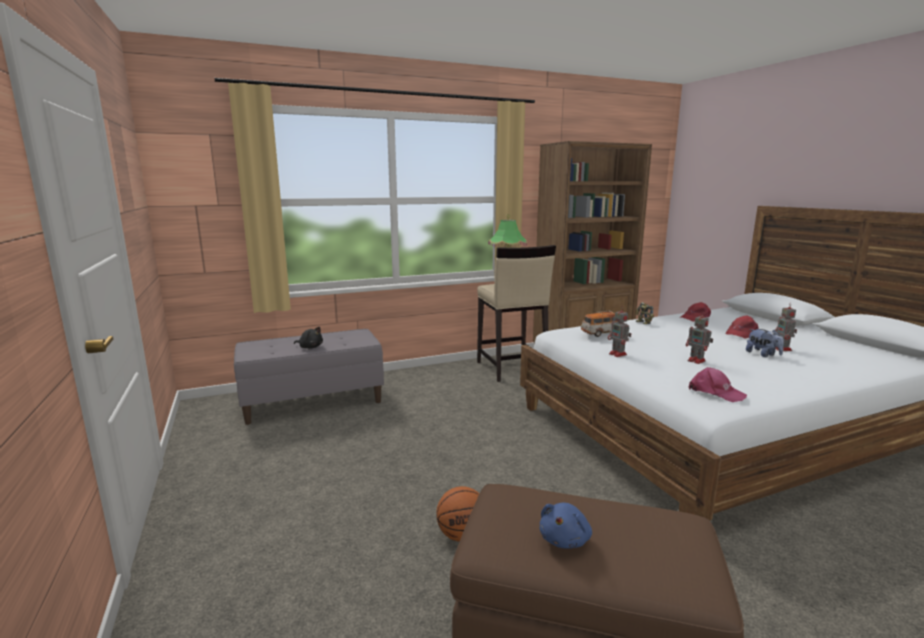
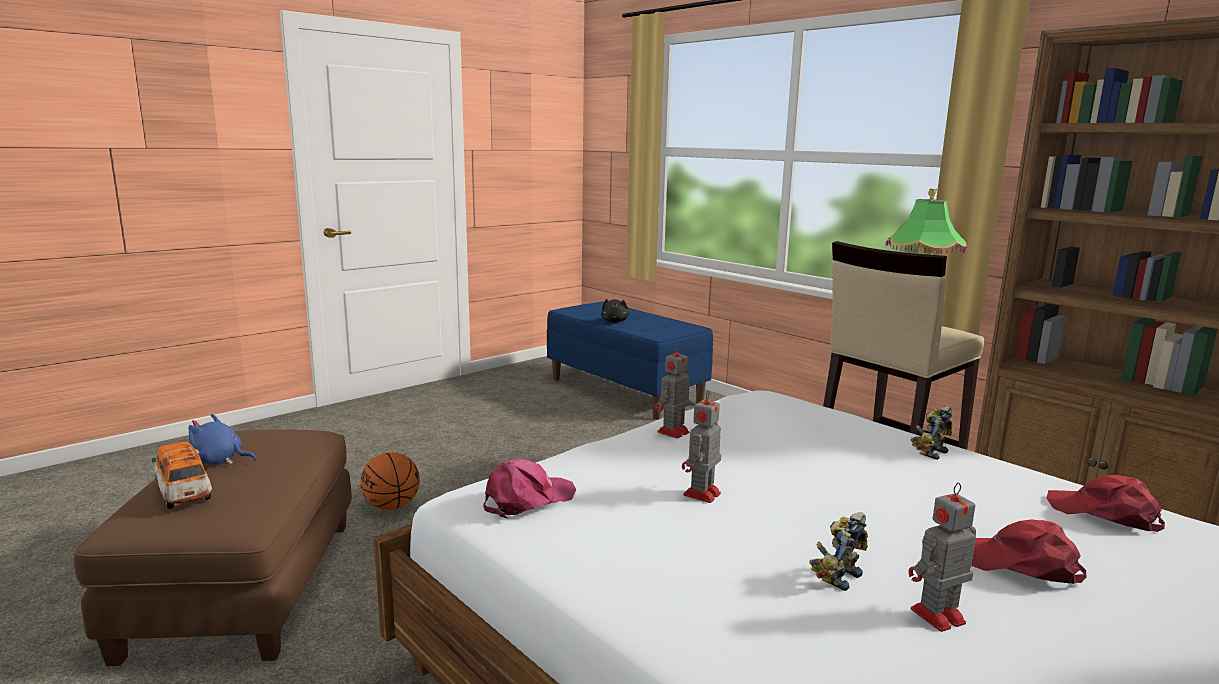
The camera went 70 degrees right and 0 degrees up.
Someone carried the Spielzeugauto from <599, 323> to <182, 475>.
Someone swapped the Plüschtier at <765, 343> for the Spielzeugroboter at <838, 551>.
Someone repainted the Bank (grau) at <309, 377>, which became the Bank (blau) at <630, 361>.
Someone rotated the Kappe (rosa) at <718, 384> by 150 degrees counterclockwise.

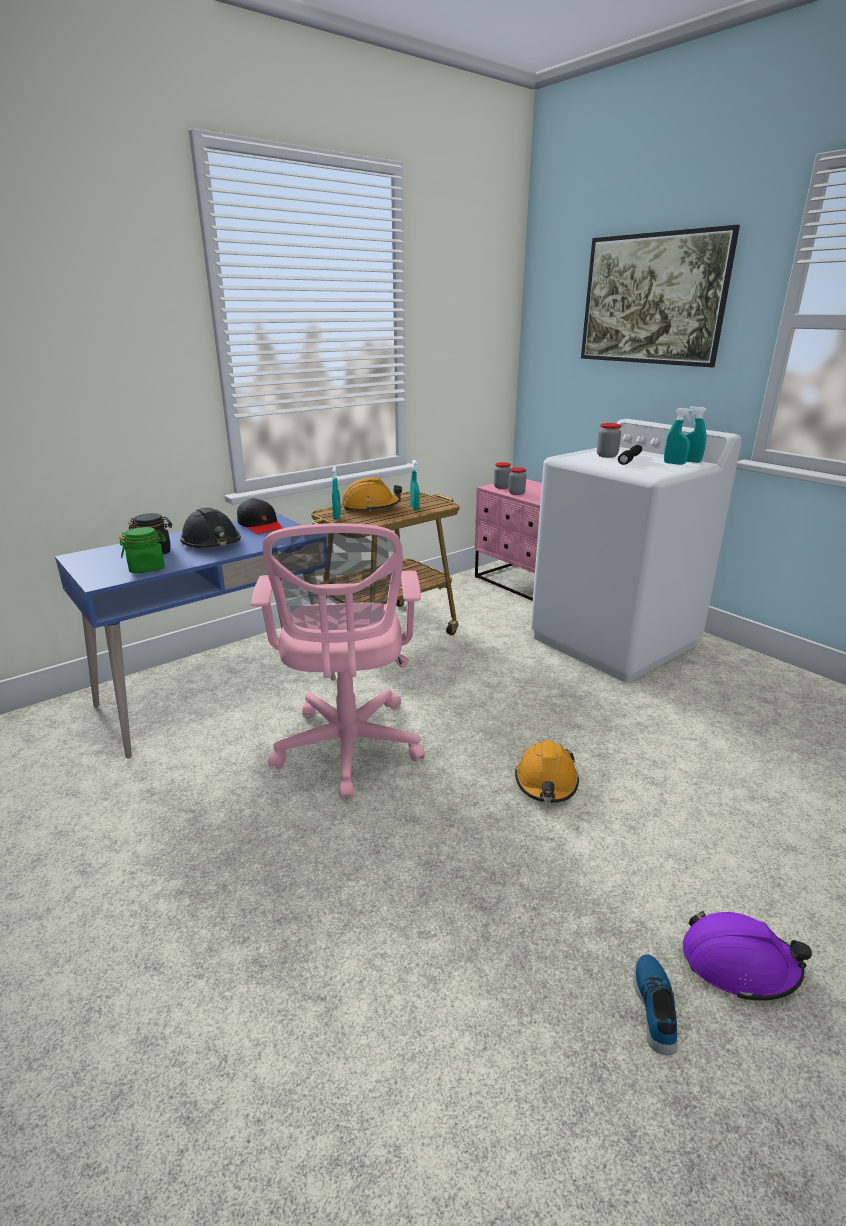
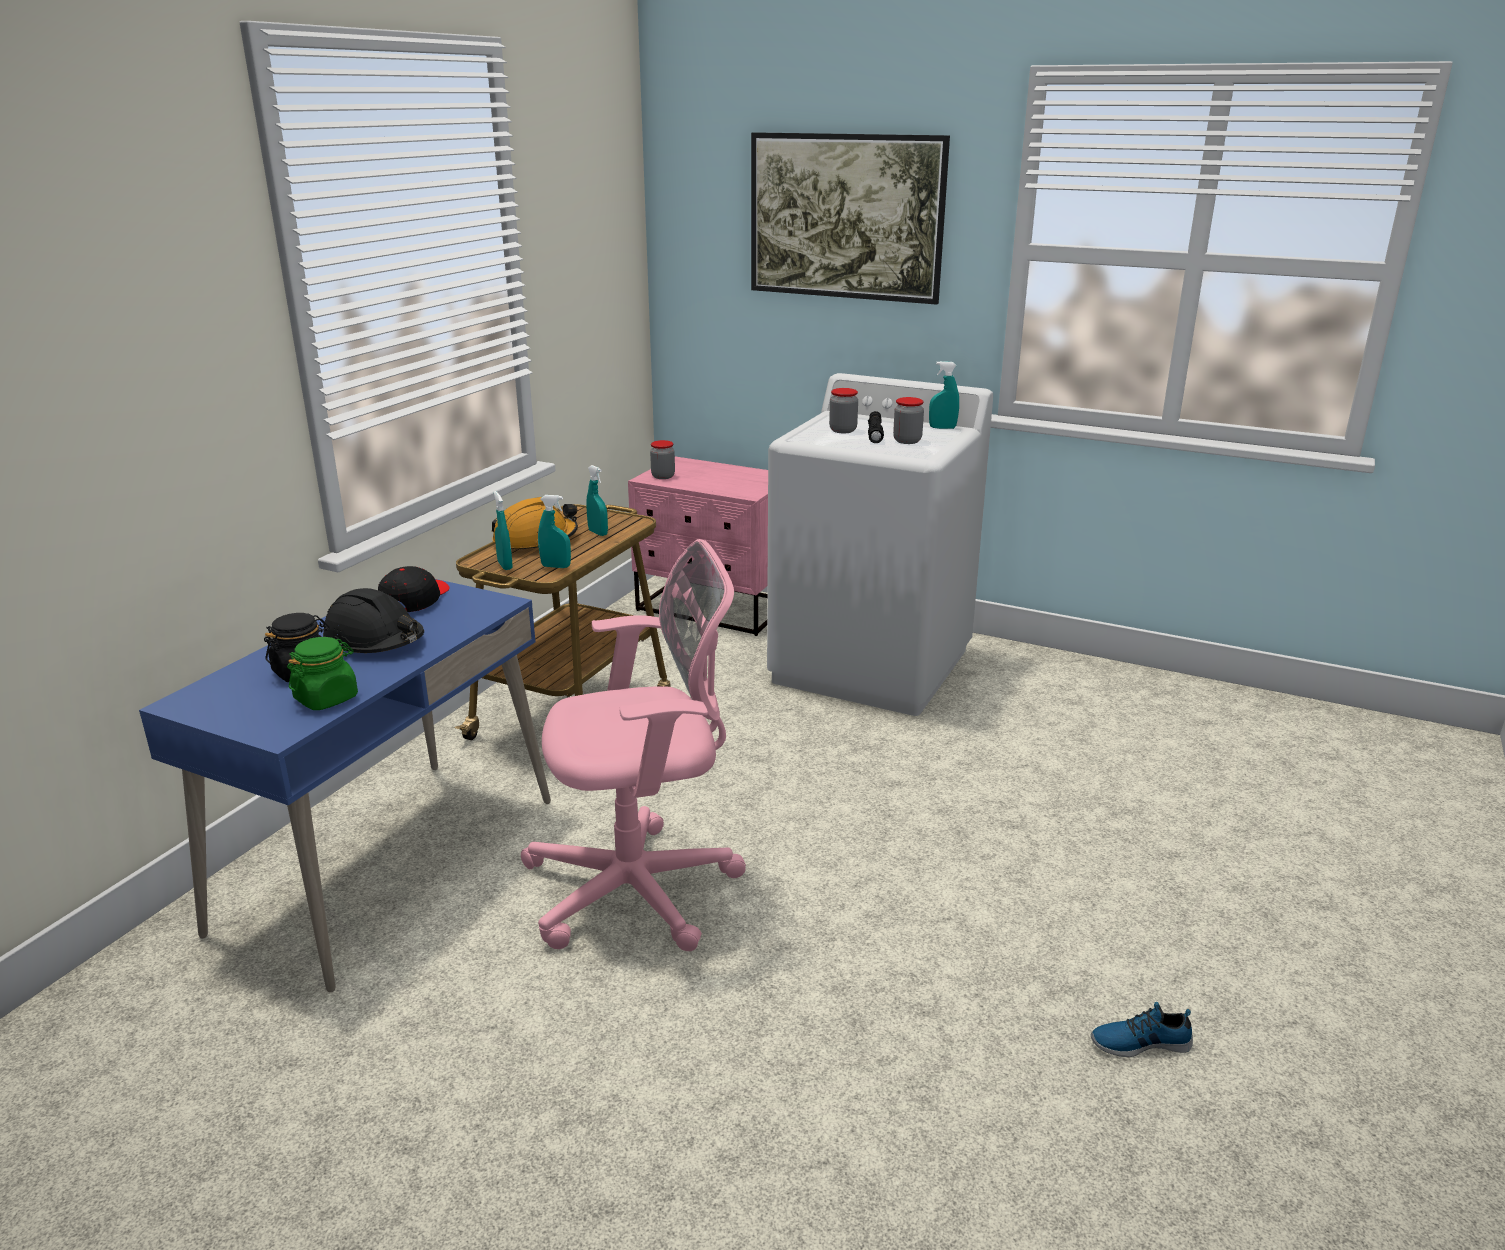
The camera went 25 degrees left and 0 degrees up.
Someone took away the Schutzhelm (orange) at <547, 772>.
Someone took away the Schutzhelm (lila) at <747, 956>.
Someone carried the Vorratsglas from <517, 481> to <908, 420>.
Someone carried the Sprühflasche (türkis) from <678, 436> to <554, 531>.
Someone rotated the Kappe (schwarz) at <260, 516> by 105 degrees counterclockwise.
Someone rotated the Bürostuhl (rosa) at <338, 661> by 75 degrees counterclockwise.
Someone rotated the Schuh at <656, 1005> by 75 degrees counterclockwise.

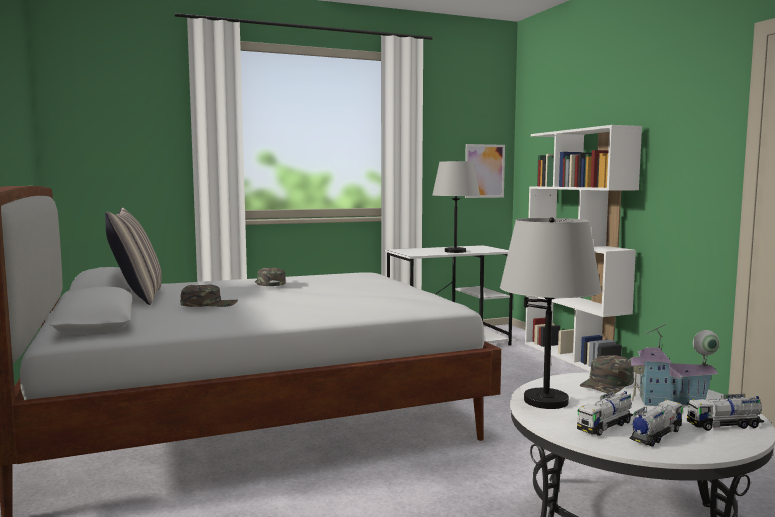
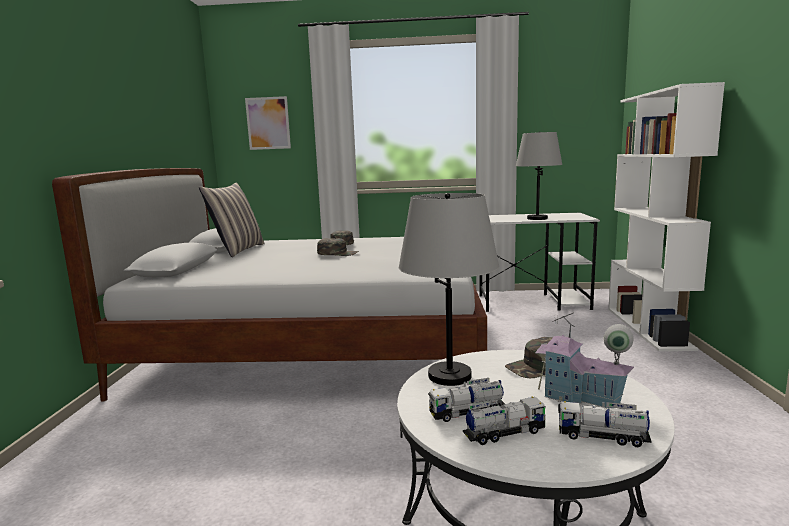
The camera went 25 degrees right and 5 degrees up.
Someone carried the Kappe (grün) from <209, 295> to <338, 247>.
Someone carried the Bild from <485, 171> to <268, 123>.

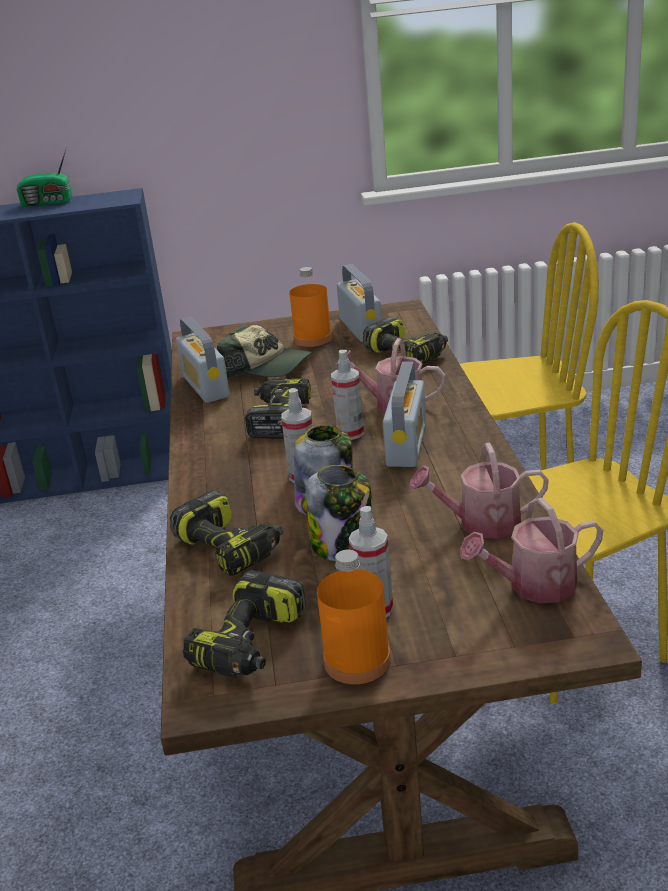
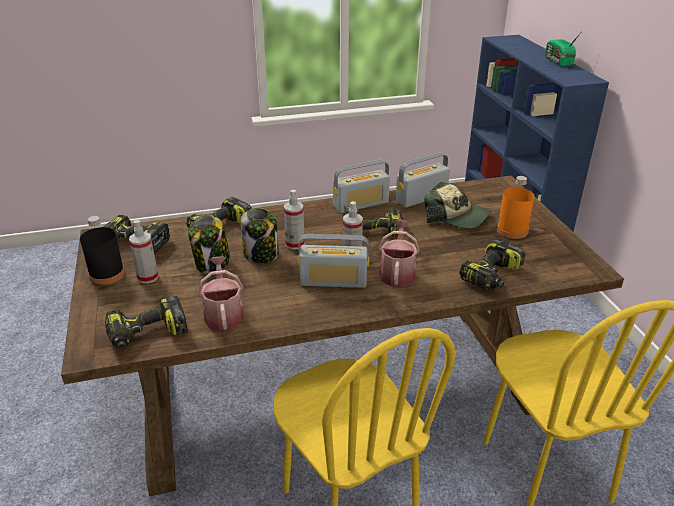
The camera went 80 degrees right and 5 degrees up.
Someone carried the Radio from <359, 303> to <361, 186>.
Someone swapped the Gießkanne at <531, 551> for the Bohrmaschine at <146, 322>.
Someone repainted the Flasche (orange) at <354, 617>, which became the Flasche (schwarz) at <102, 250>.
Someone rotated the Kappe at <264, 351> by 75 degrees counterclockwise.

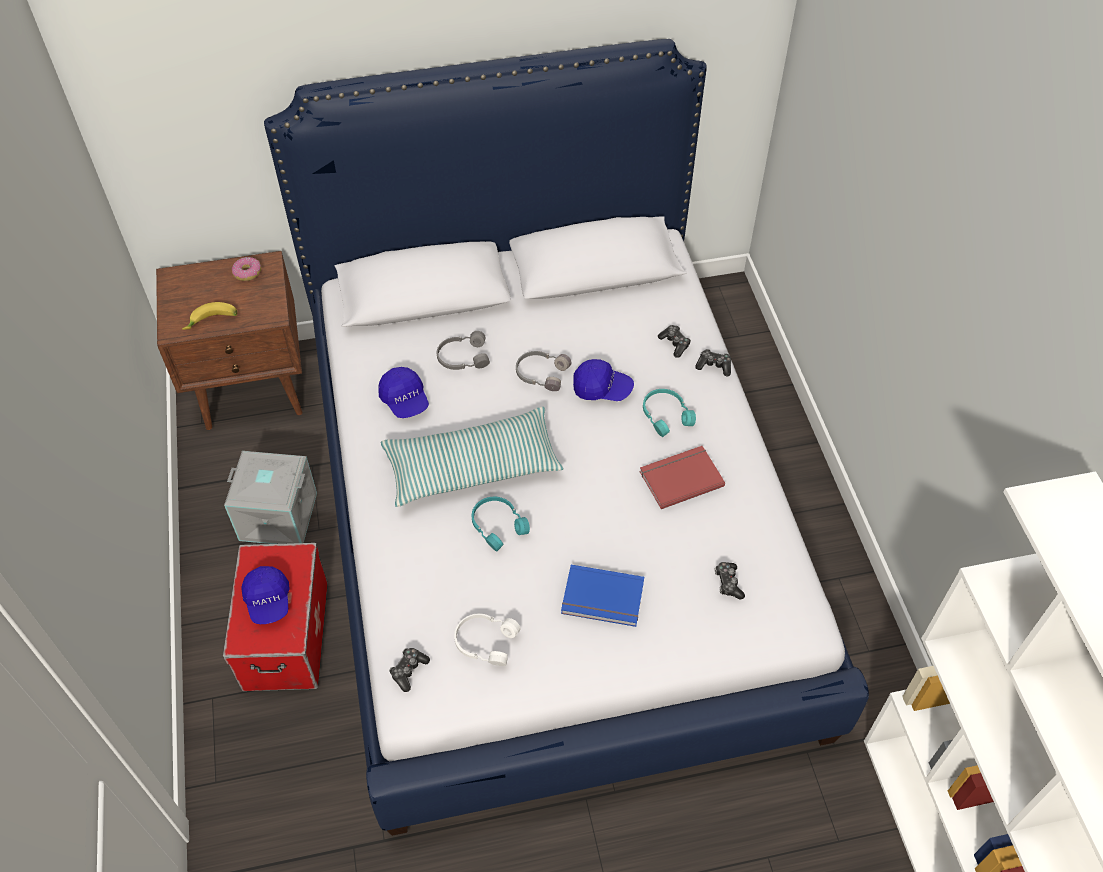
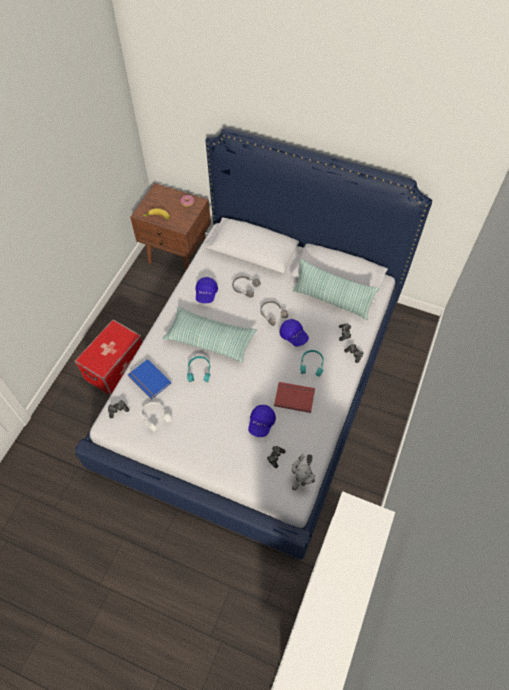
The camera went 35 degrees right and 5 degrees up.
Someone took away the Aufbewahrungsbox (grau) at <270, 497>.
Someone put down the Spielzeugroboter at <303, 472>.
Someone put down the Kissen at <336, 289>.
Someone carried the Kappe (blau) from <266, 595> to <262, 421>.
Someone carried the Buch (blau) from <602, 596> to <149, 379>.

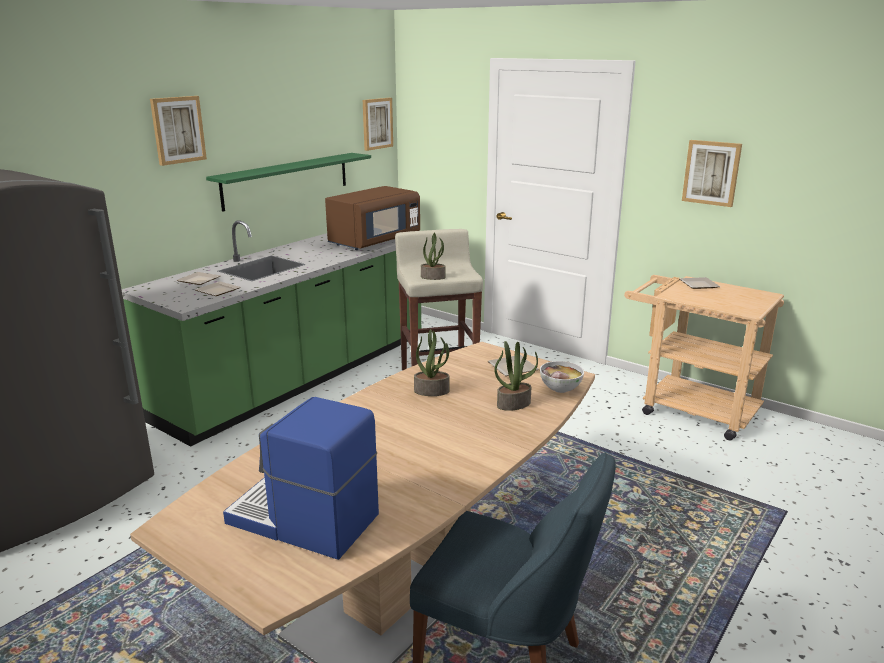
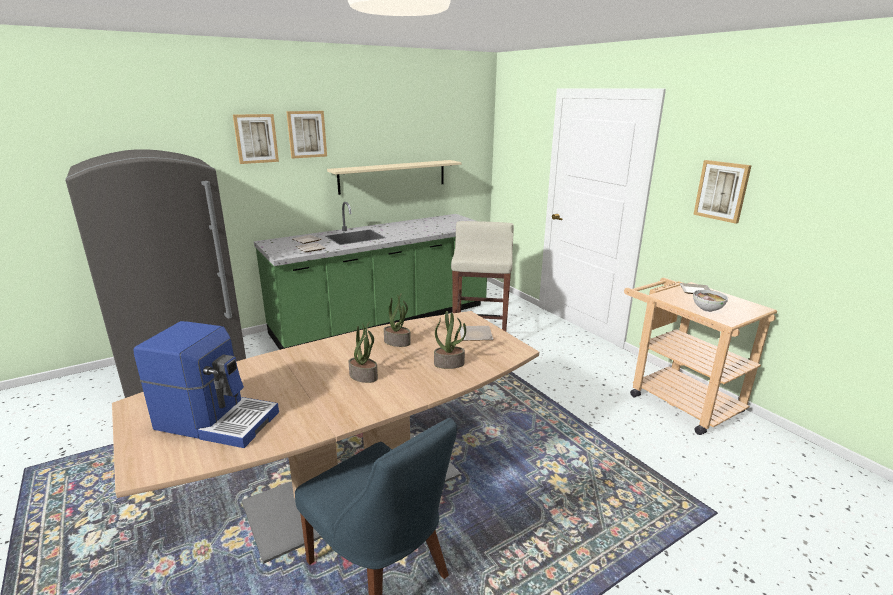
The camera went 20 degrees right and 0 degrees up.
Someone took away the Mikrowelle (braun) at <372, 218>.
Someone carried the Bild from <378, 124> to <256, 139>.
Someone carried the Topfpflanze from <433, 256> to <363, 352>.
Someone carried the Schüssel from <562, 377> to <710, 301>.
Someone repainted the Wandregal (grün) at <288, 182>, which became the Wandregal (beige) at <394, 177>.
Someone rotated the Kaffeemaschine at <301, 478> by 150 degrees clockwise.

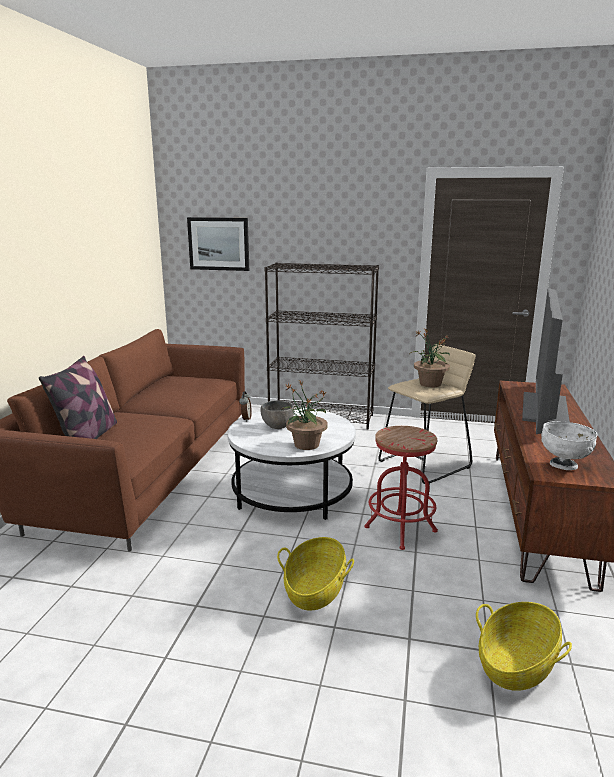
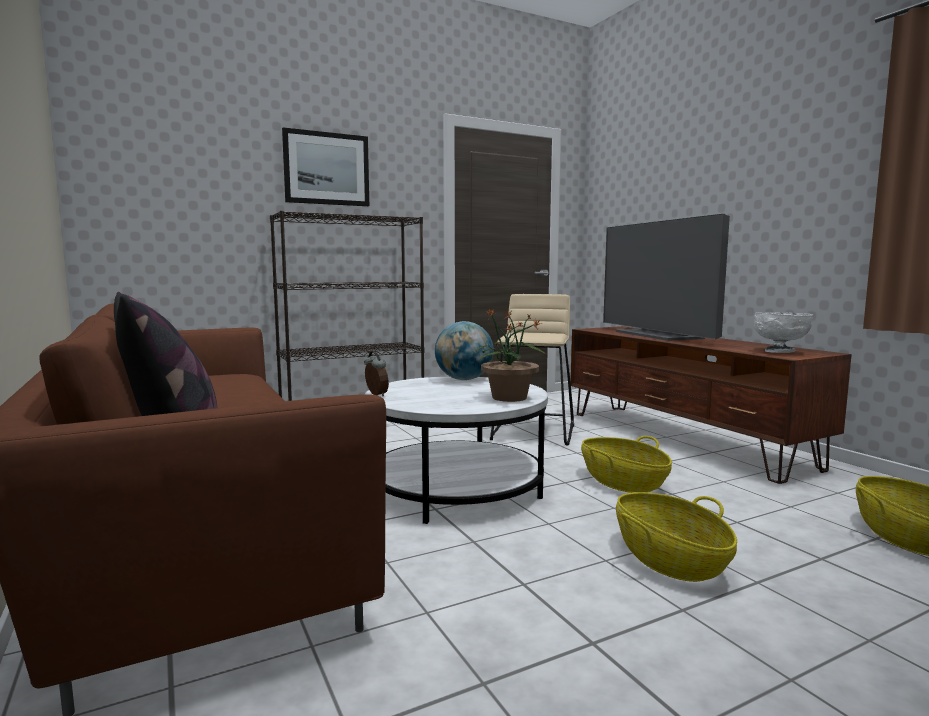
The camera went 40 degrees left and 10 degrees down.
Someone took away the Schüssel (grau) at <277, 414>.
Someone took away the Topfpflanze at <429, 358>.
Someone put down the Globus at <464, 350>.
Someone carried the Bild from <218, 244> to <325, 166>.
Someone swapped the Hocker (rot) at <401, 488> for the Korb at <626, 464>.

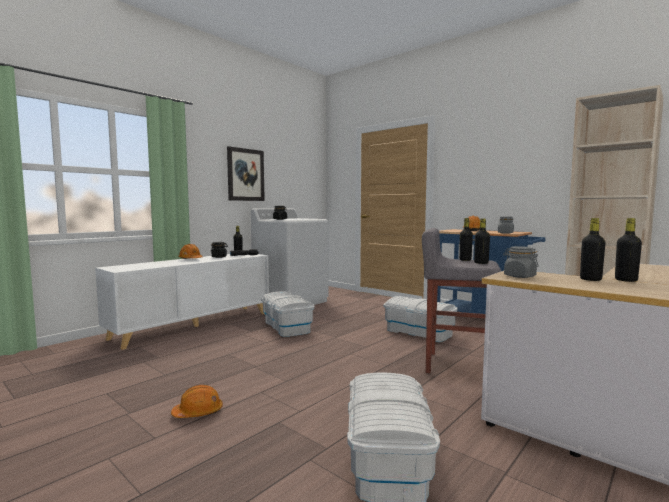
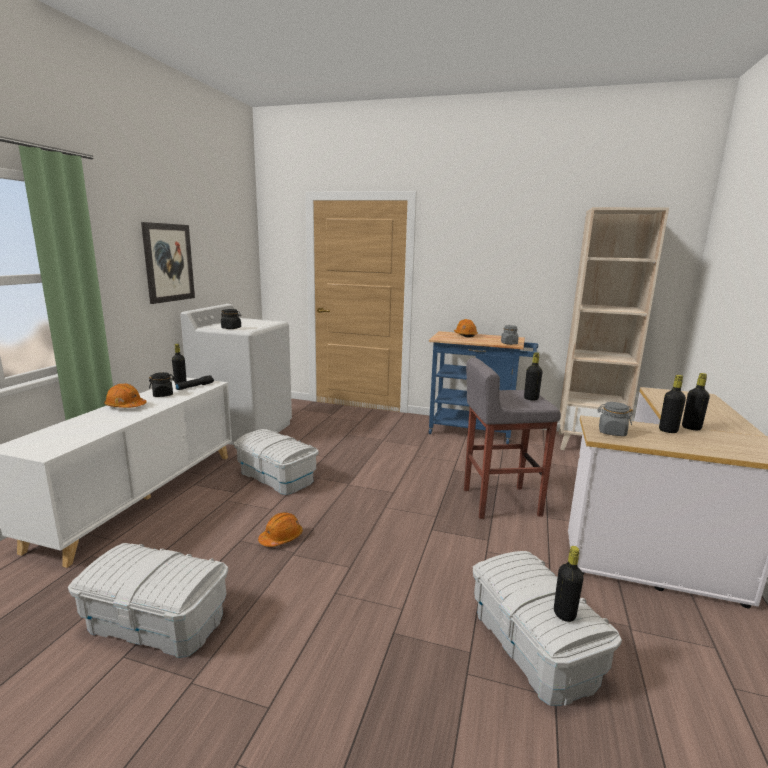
The camera went 25 degrees left and 10 degrees up.
Someone carried the Schutzhelm (orange) from <197, 401> to <280, 529>.
Someone carried the Aufbewahrungsbox (weiß) from <420, 319> to <148, 600>.
Someone carried the Flasche (schwarz) from <466, 239> to <569, 584>.

